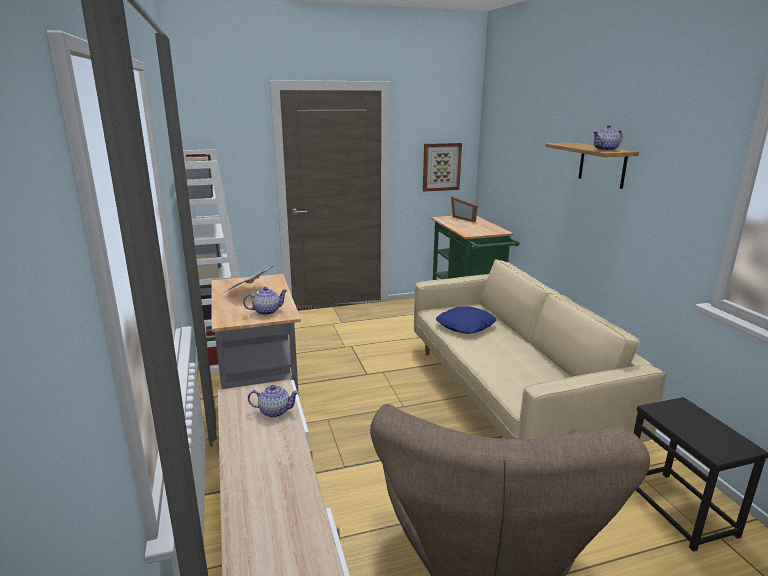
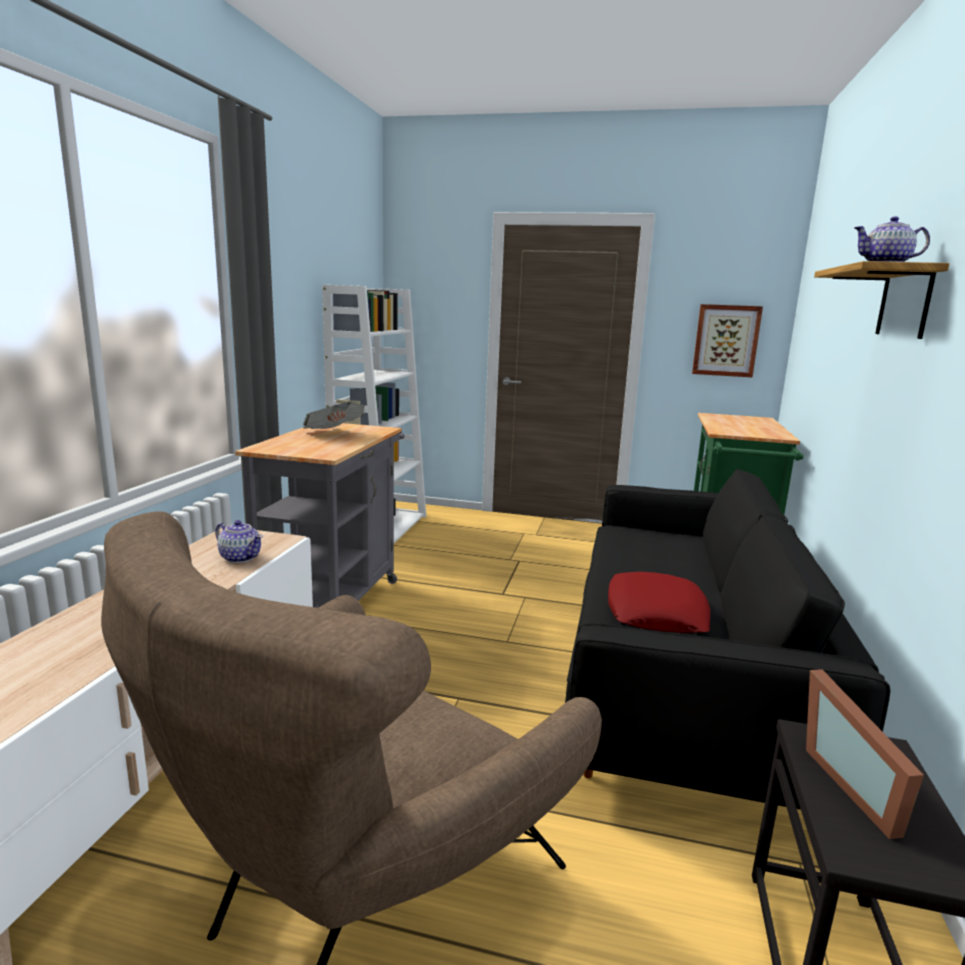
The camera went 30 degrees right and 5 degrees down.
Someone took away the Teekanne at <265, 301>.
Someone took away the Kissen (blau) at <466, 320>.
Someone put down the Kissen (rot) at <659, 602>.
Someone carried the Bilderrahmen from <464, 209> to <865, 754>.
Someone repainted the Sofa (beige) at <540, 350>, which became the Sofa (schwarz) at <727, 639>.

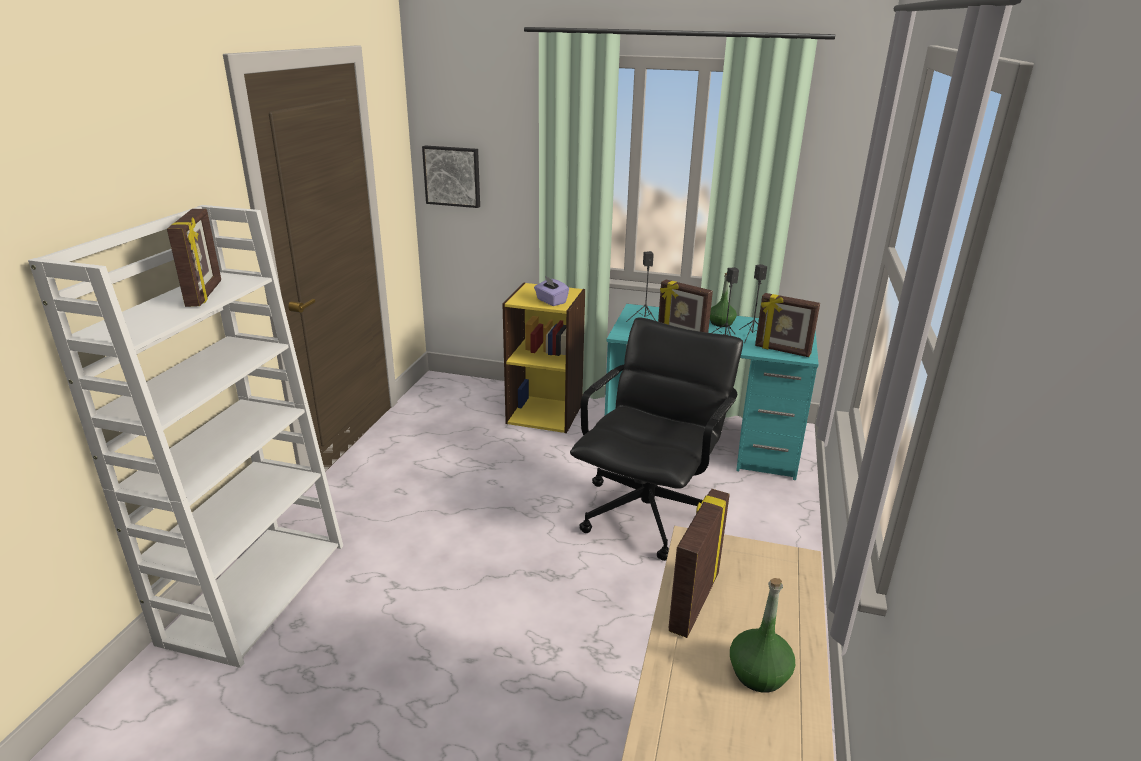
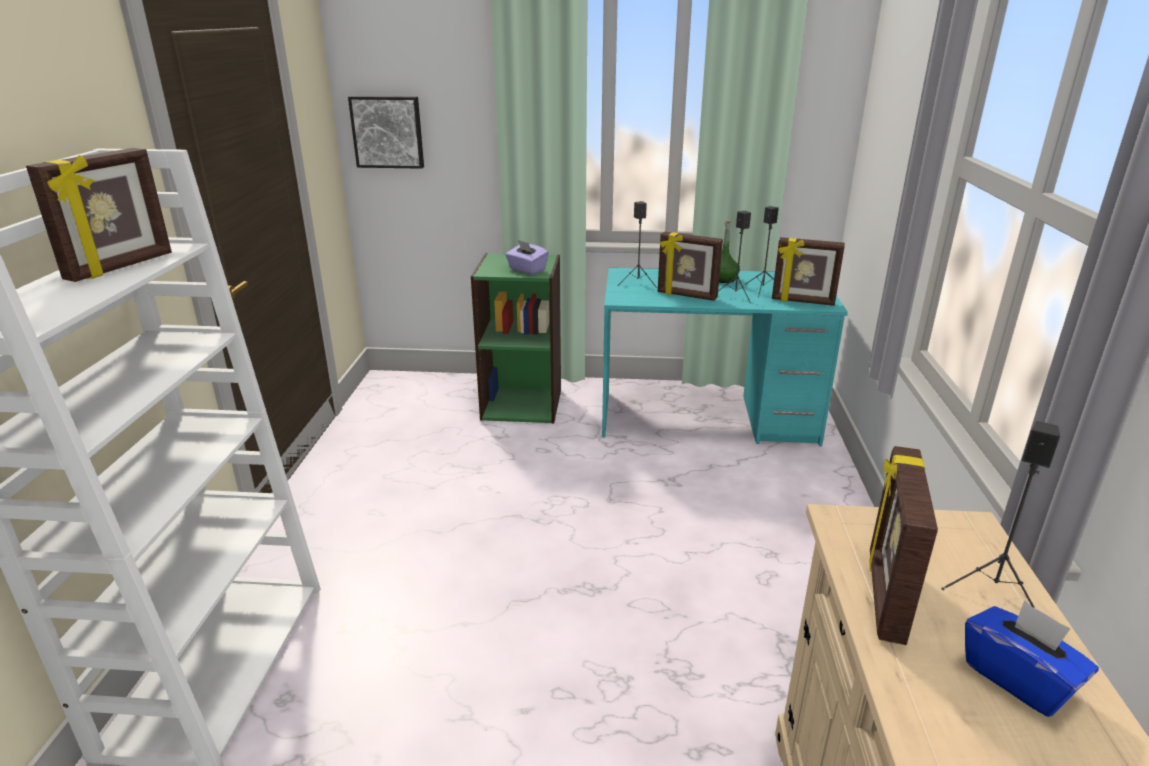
The camera went 10 degrees left and 0 degrees up.
Someone took away the Bürostuhl (schwarz) at <656, 439>.
Someone put down the Lautsprecher (schwarz) at <1000, 514>.
Someone swapped the Flasche (grün) at <762, 635> for the Taschentuchbox (blau) at <1032, 658>.
Someone repainted the Bücherregal (gelb) at <543, 358>, which became the Bücherregal (grün) at <516, 338>.
Someone rotated the Bilderrahmen at <194, 258> by 45 degrees clockwise.

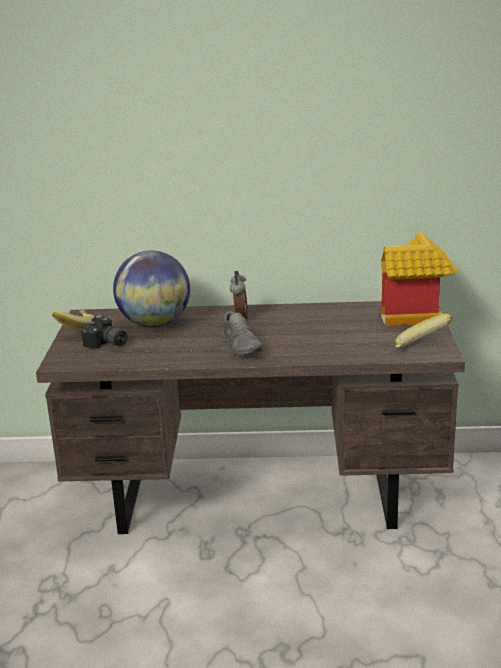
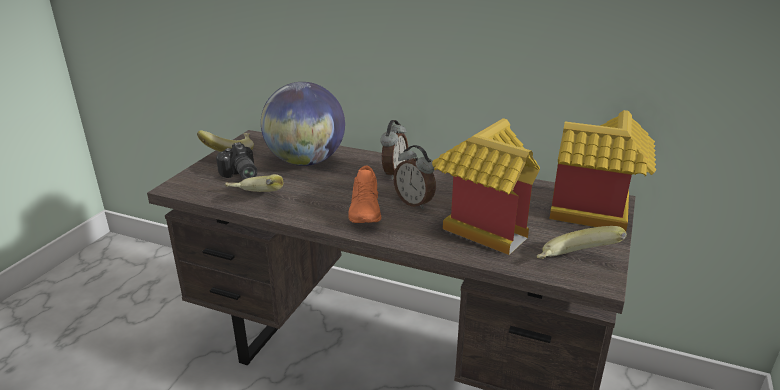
The camera went 20 degrees right and 5 degrees up.
Someone put down the Banane at <254, 183>.
Someone put down the Wecker at <414, 177>.
Someone put down the Spielzeughaus at <486, 186>.
Someone repainted the Schuh (grau) at <243, 333>, which became the Schuh (orange) at <365, 194>.

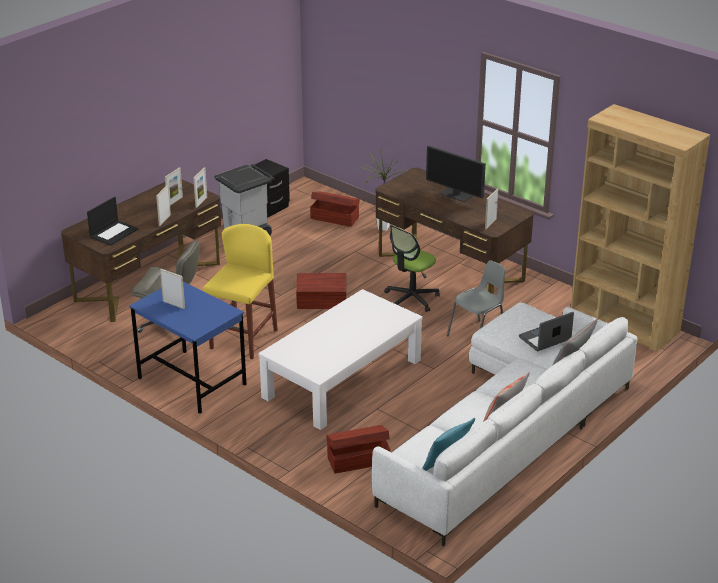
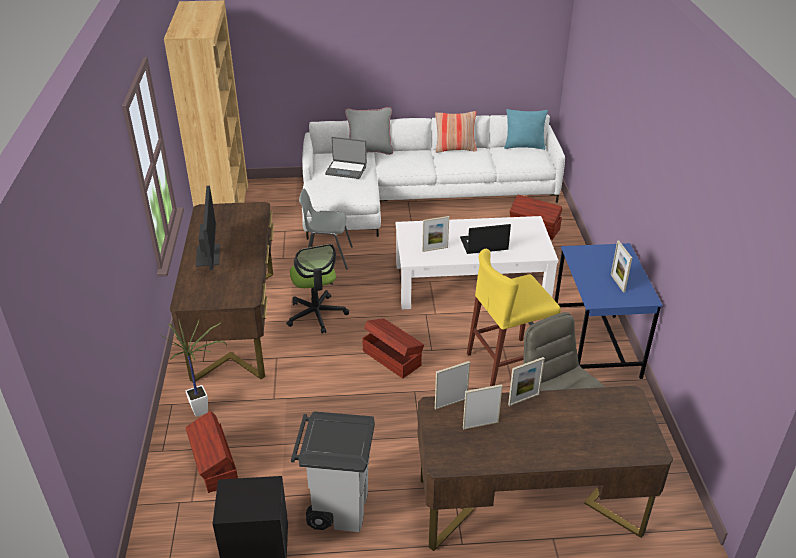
The camera went 135 degrees left and 5 degrees up.
Someone carried the Laptop from <112, 221> to <485, 239>.
Someone carried the Bilderrahmen from <491, 209> to <435, 234>.
Someone rotated the Bürostuhl at <412, 268> by 75 degrees clockwise.

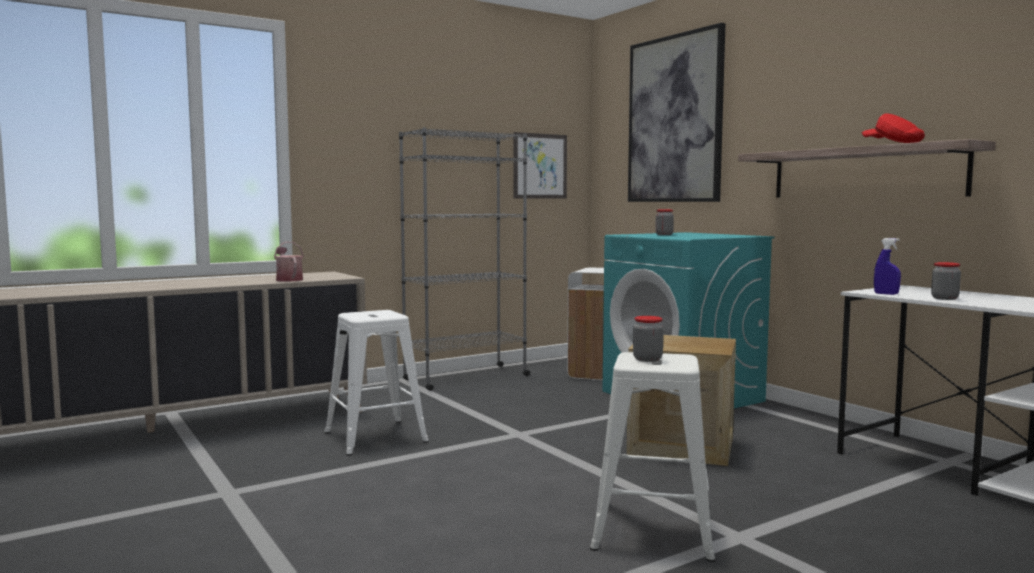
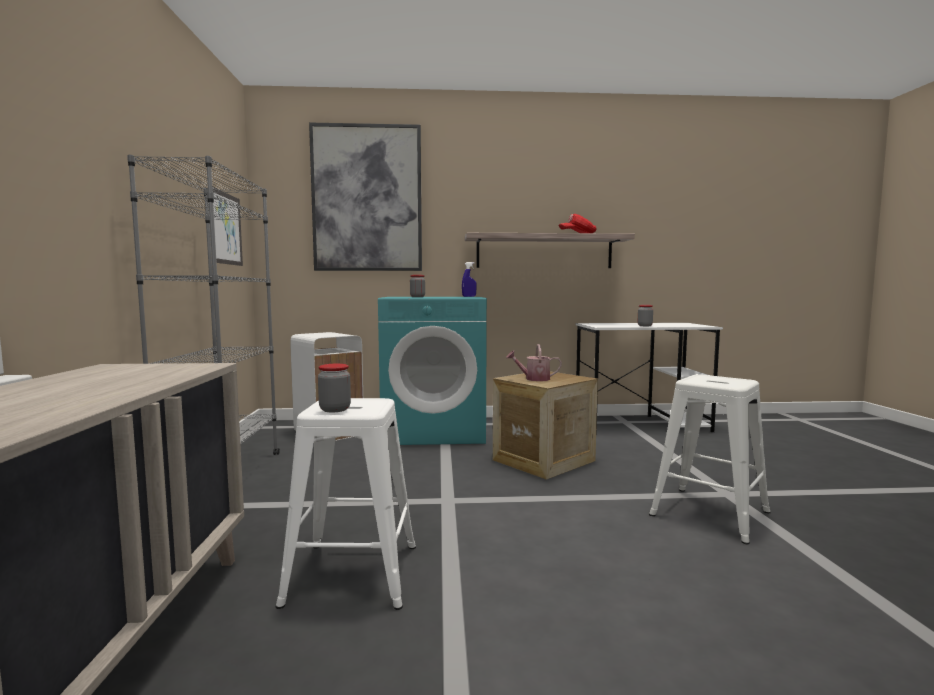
The camera went 60 degrees left and 0 degrees up.
Someone carried the Gießkanne from <289, 262> to <534, 362>.
Someone carried the Vorratsglas from <648, 339> to <334, 388>.
Someone carried the Sprühflasche (blau) from <887, 266> to <469, 279>.

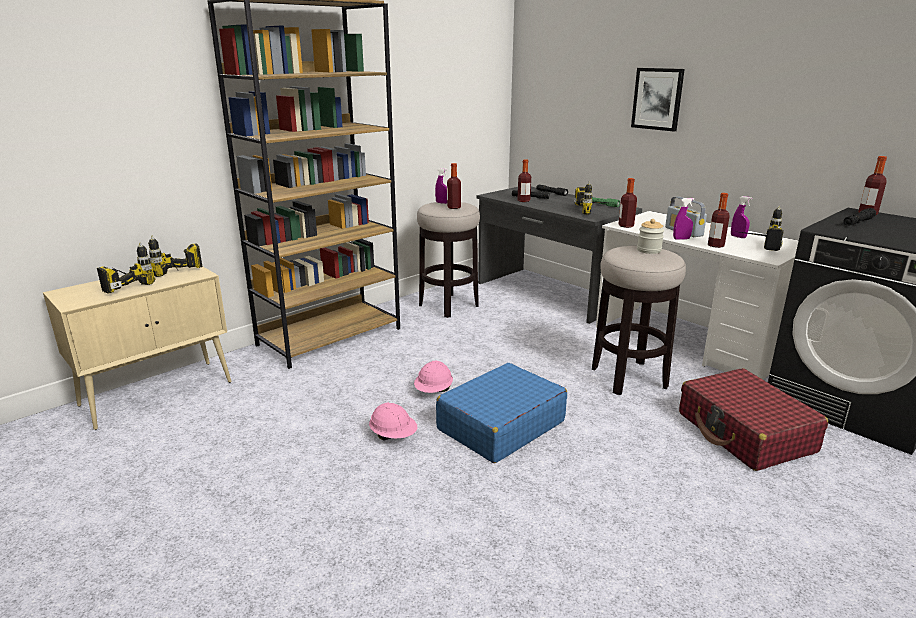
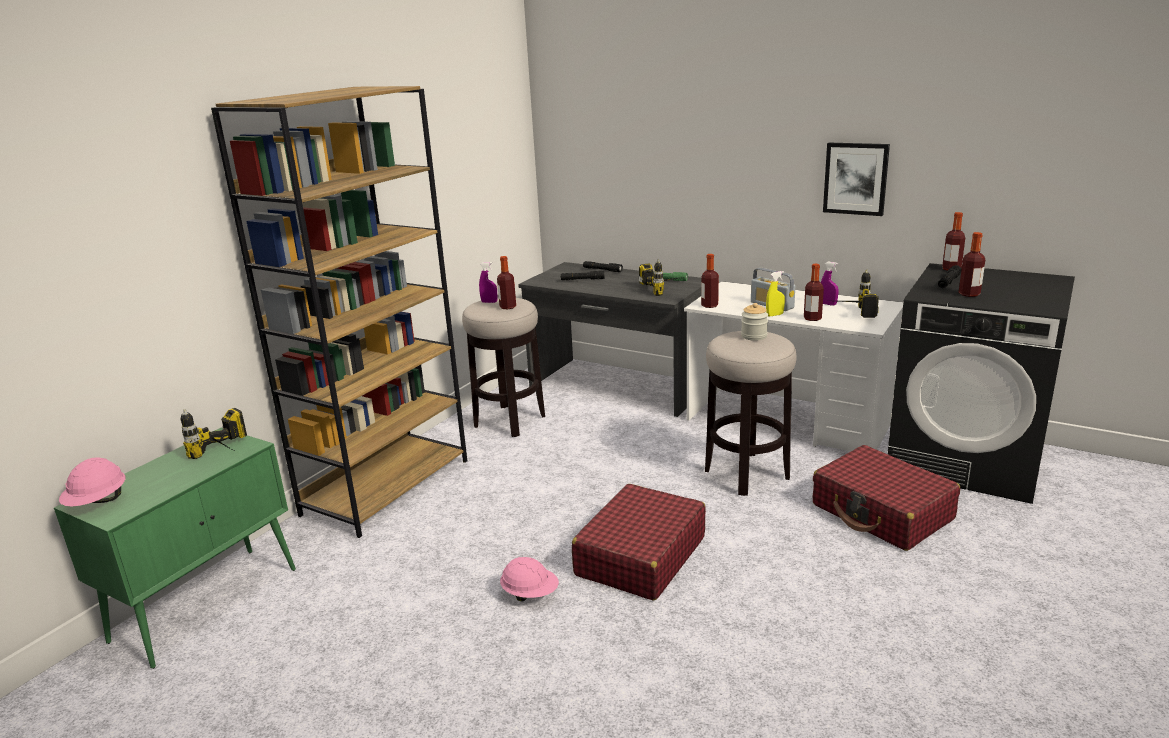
The camera went 15 degrees left and 0 degrees up.
Someone took away the Bohrmaschine at <126, 268>.
Someone carried the Schutzhelm (rosa) from <433, 377> to <92, 481>.
Someone carried the Flasche from <524, 180> to <972, 264>.
Someone carried the Bild from <658, 100> to <856, 179>.
Someone repainted the Schrank (beige) at <137, 348>, which became the Schrank (grün) at <175, 548>.
Someone repainted the Koffer (blau) at <501, 413>, which became the Koffer (rot) at <639, 542>.
Someone repainted the Sprühflasche (lila) at <684, 219>, which became the Sprühflasche (gelb) at <775, 293>.

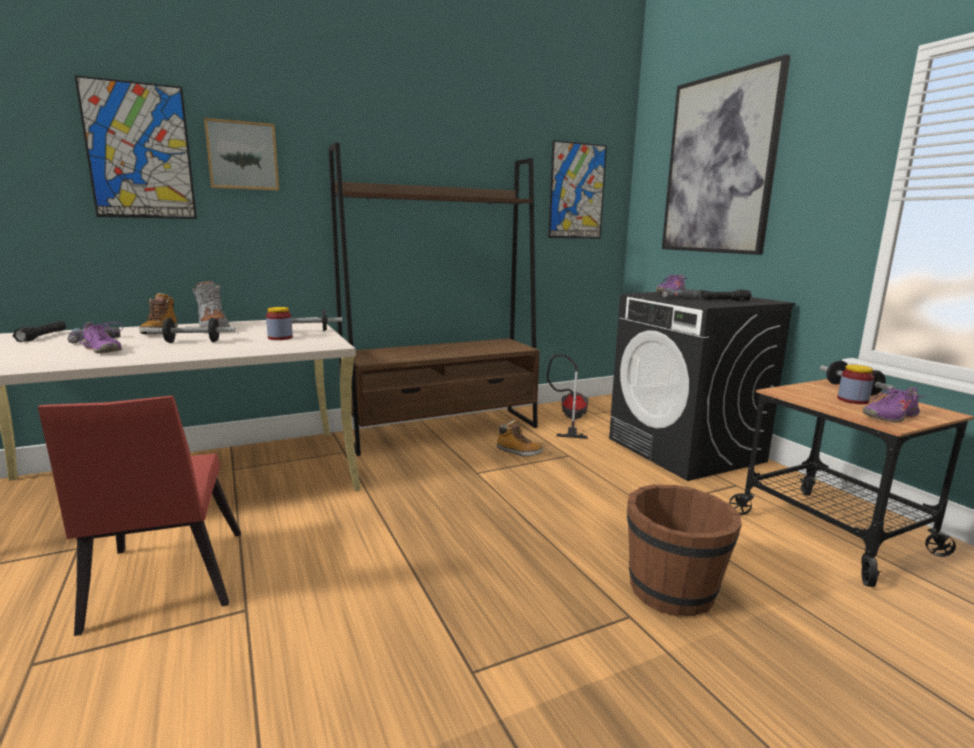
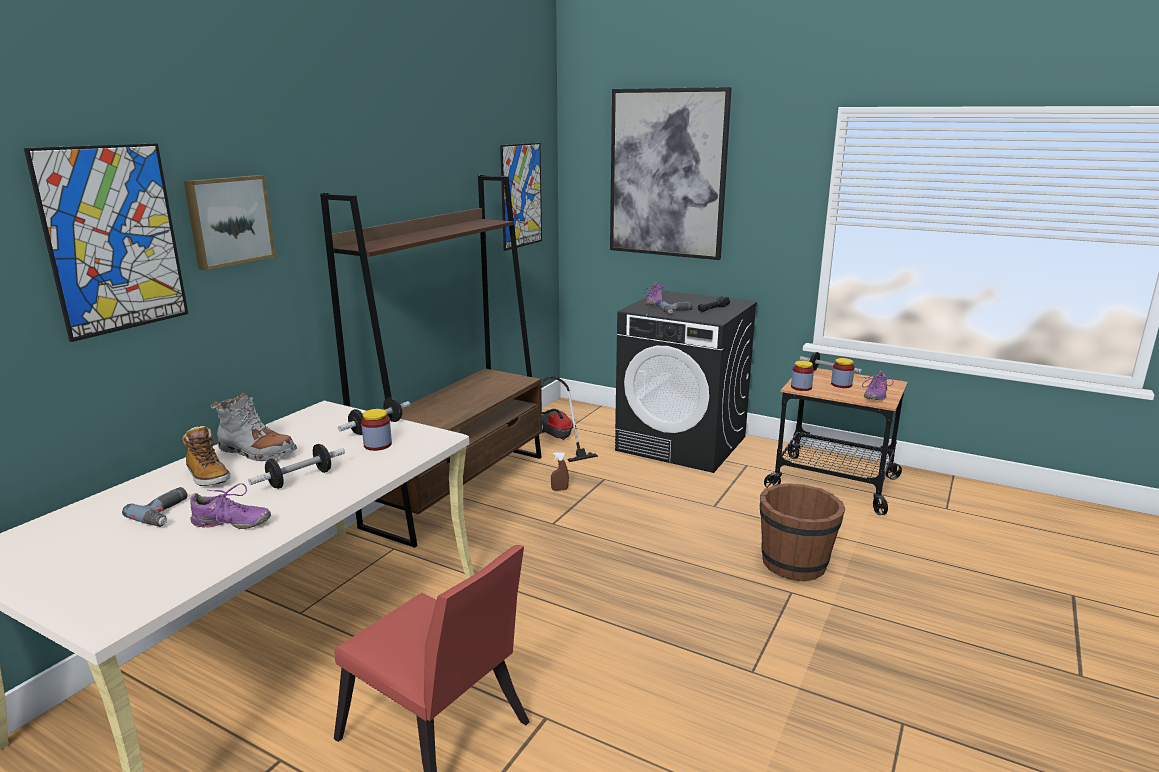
The camera went 35 degrees left and 5 degrees up.
Someone took away the Taschenlampe (schwarz) at <39, 331>.
Someone put down the Vorratsglas at <802, 376>.
Someone swapped the Stiefel at <520, 438> for the Sprühflasche (braun) at <560, 471>.

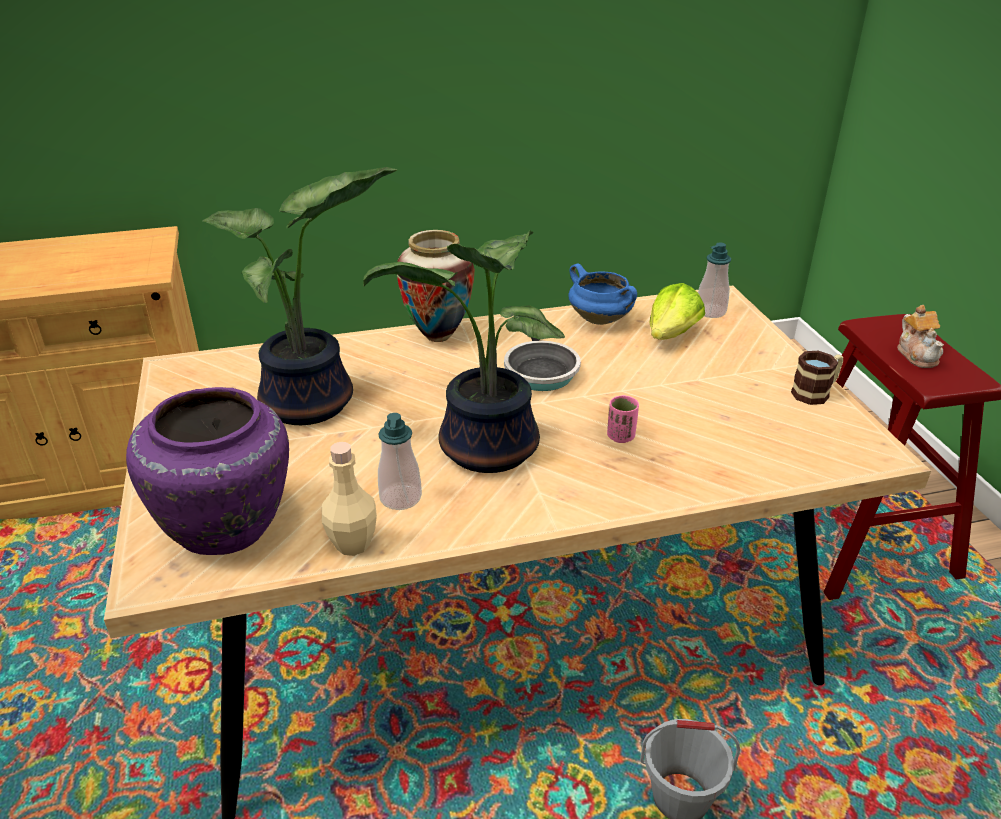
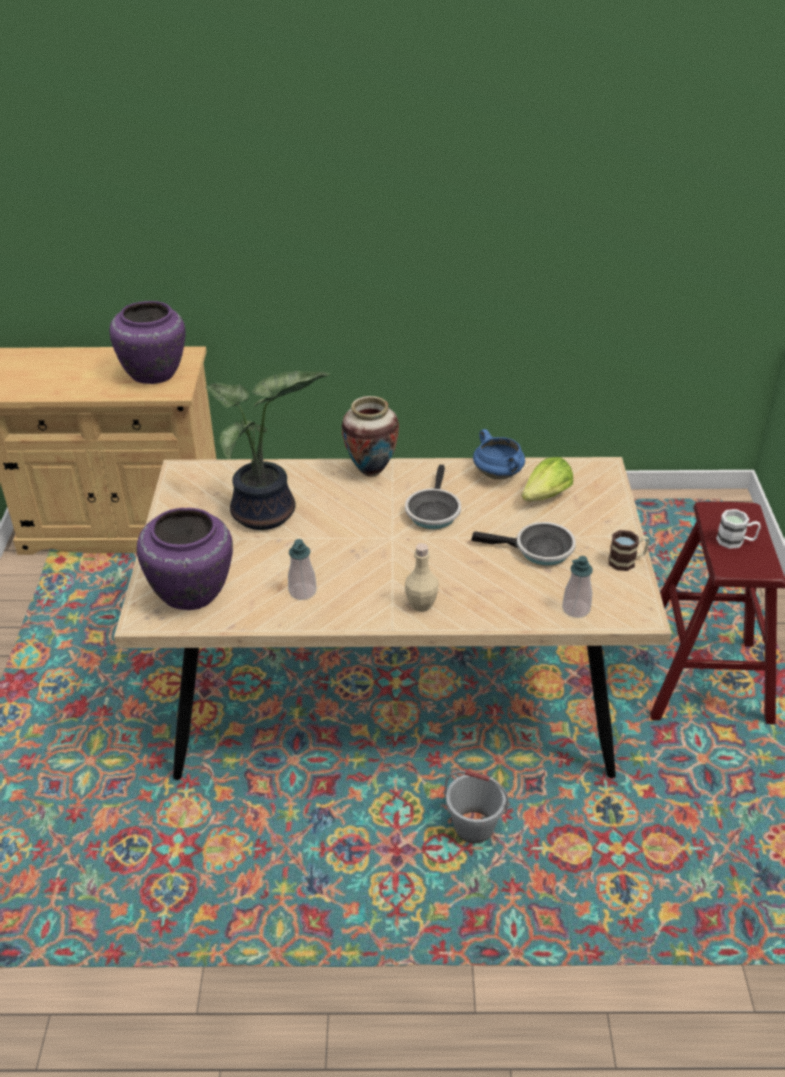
The camera went 15 degrees right and 5 degrees up.
Someone took away the Topfpflanze at <464, 352>.
Someone took away the Tasse (rosa) at <623, 419>.
Someone put down the Vase (lila) at <147, 342>.
Someone put down the Pfanne at <523, 544>.
Someone carried the Flasche (beige) from <349, 499> to <421, 577>.
Someone carried the Seifenspender from <714, 280> to <577, 587>.
Someone swapped the Teekanne at <920, 336> for the Henkelbecher (weiß) at <738, 529>.

